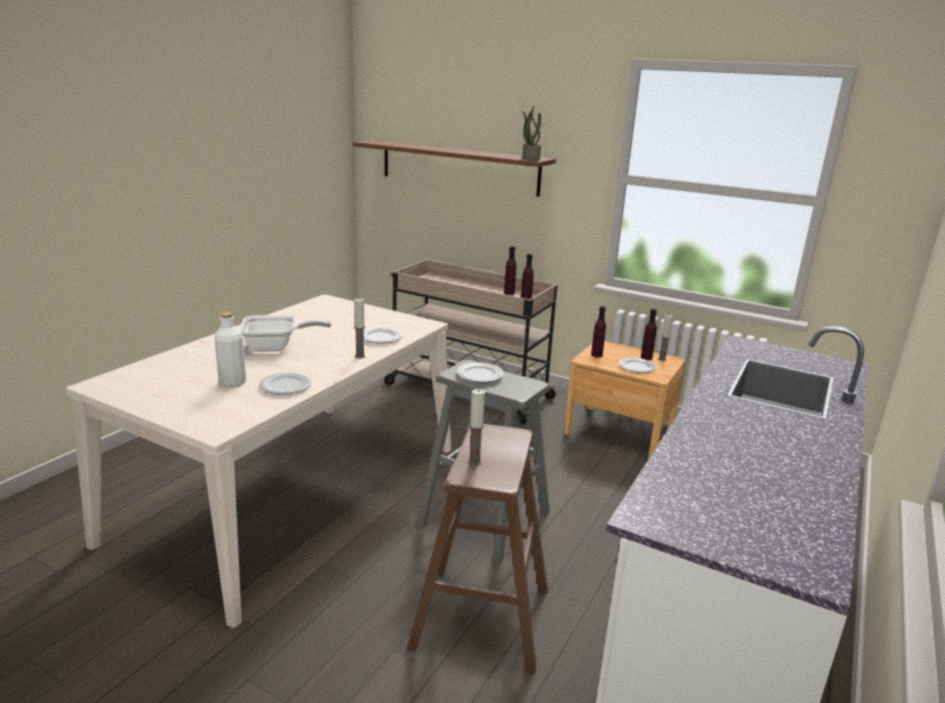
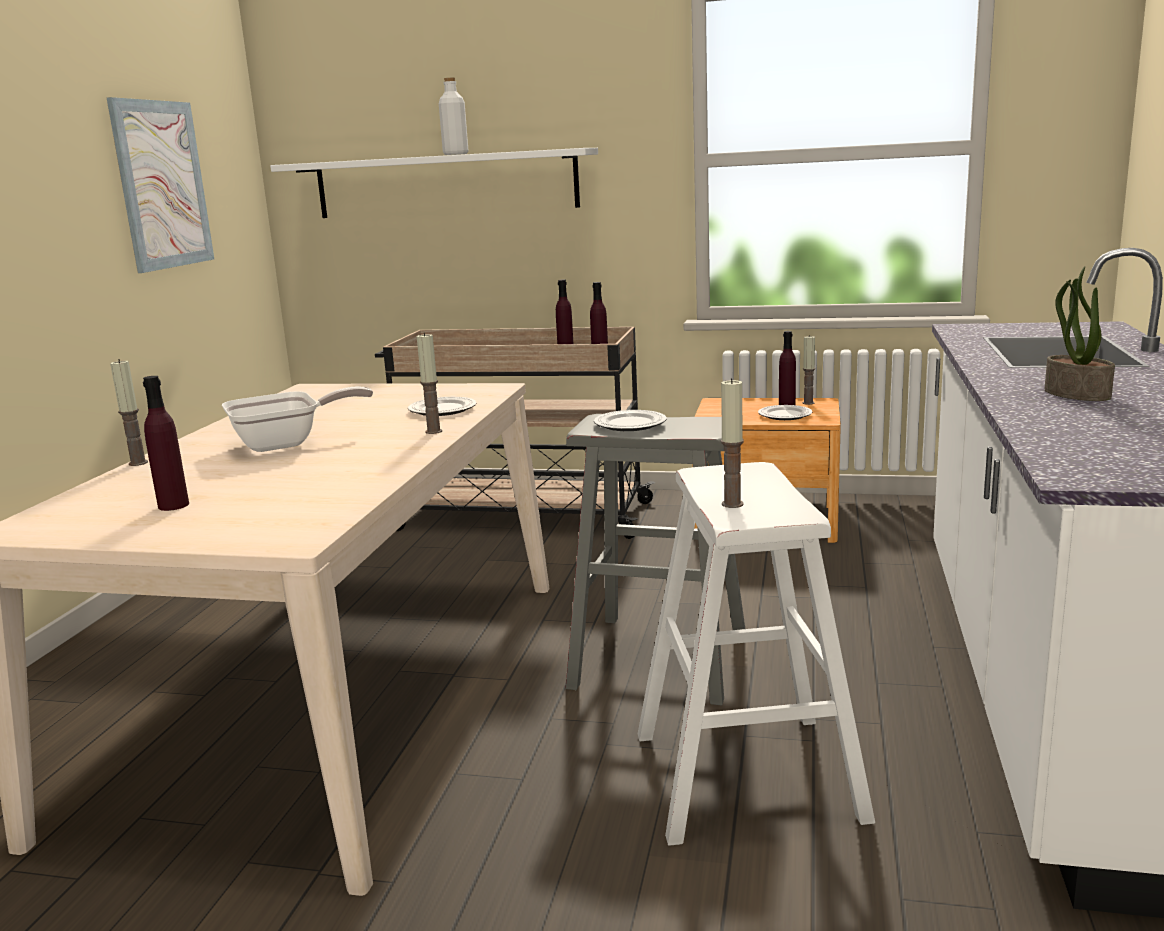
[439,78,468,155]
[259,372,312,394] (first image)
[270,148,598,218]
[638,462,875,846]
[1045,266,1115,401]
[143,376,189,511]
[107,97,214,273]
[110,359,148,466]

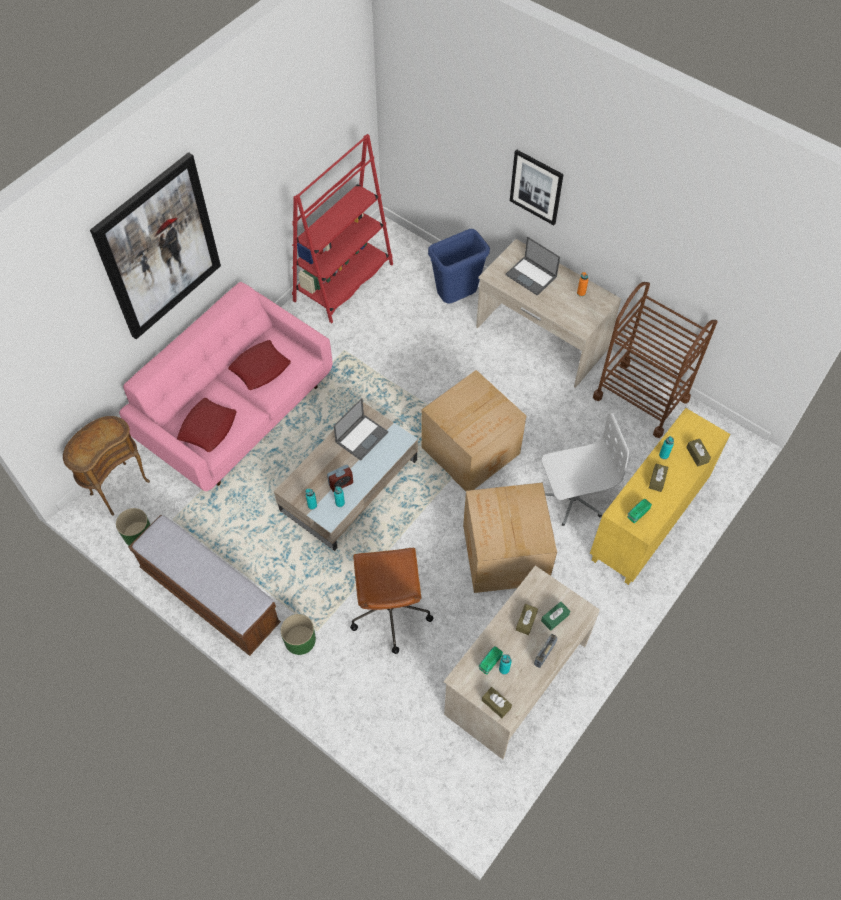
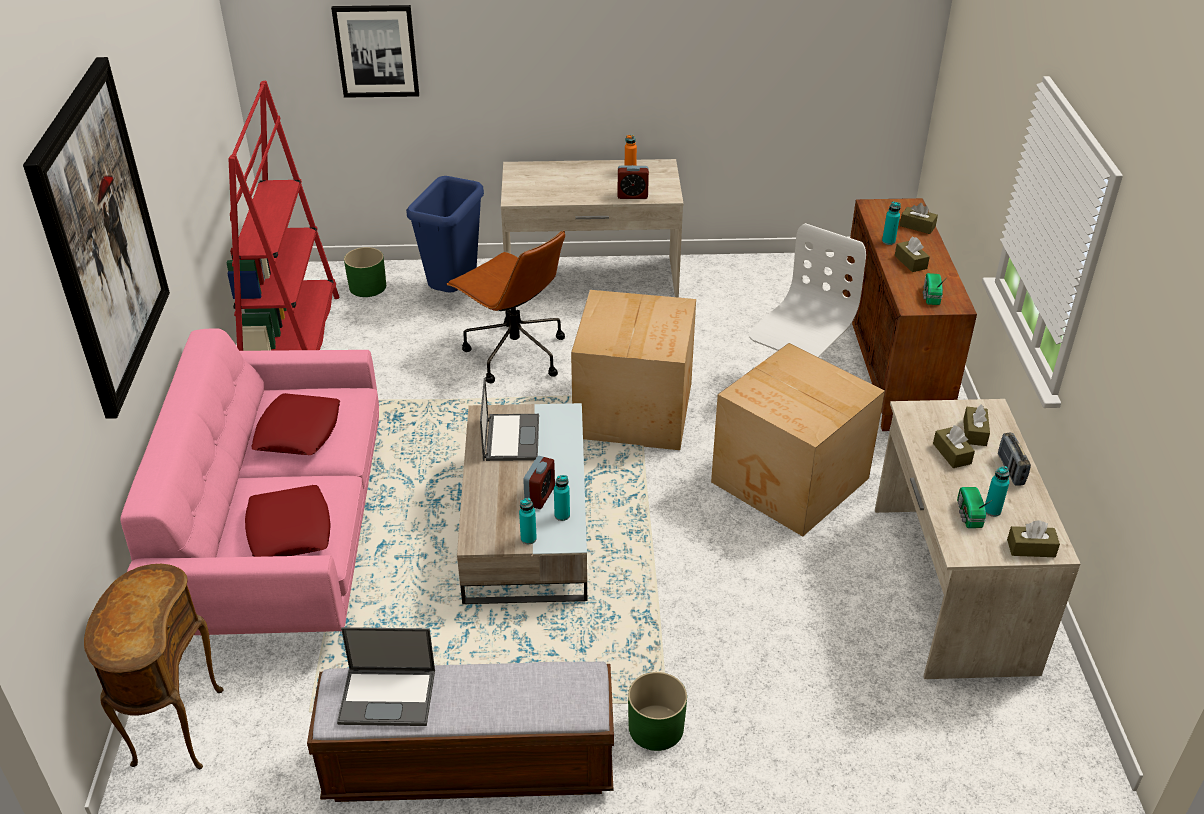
[344,247,386,297]
[447,230,565,384]
[337,627,435,726]
[331,5,419,98]
[963,405,990,446]
[843,198,977,431]
[593,282,718,438] (first image)
[618,165,649,199]

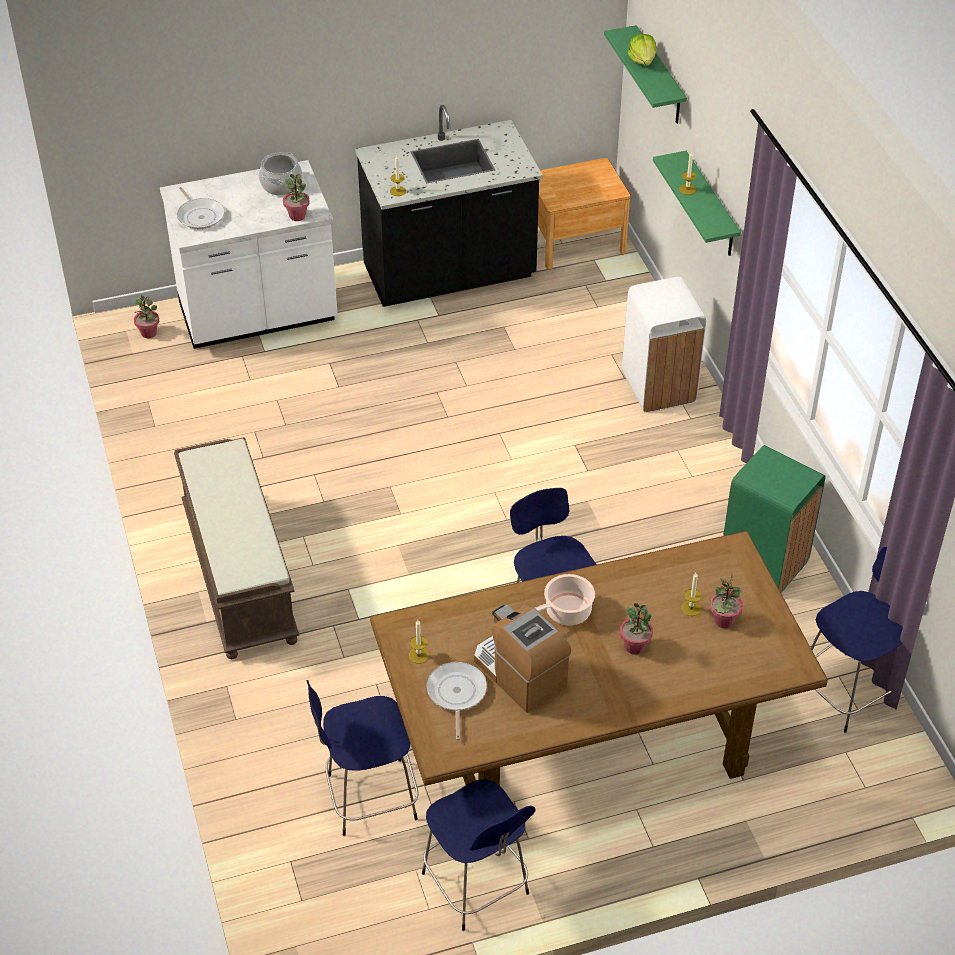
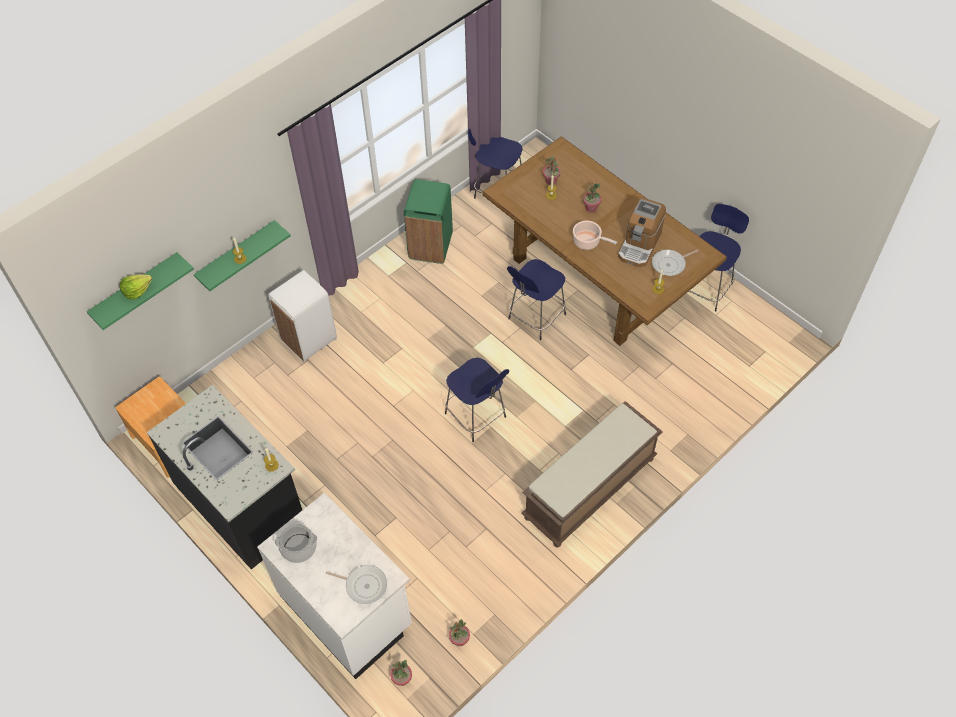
[326,565,387,604]
[449,619,470,646]
[445,358,509,442]

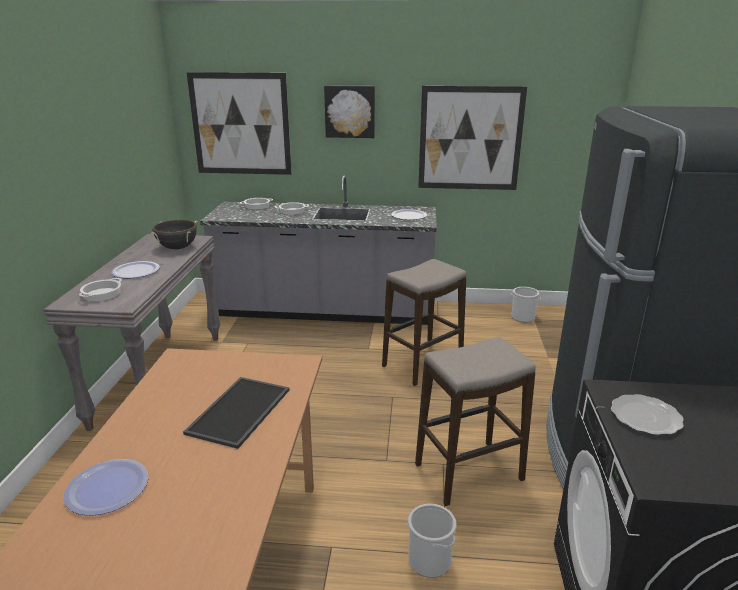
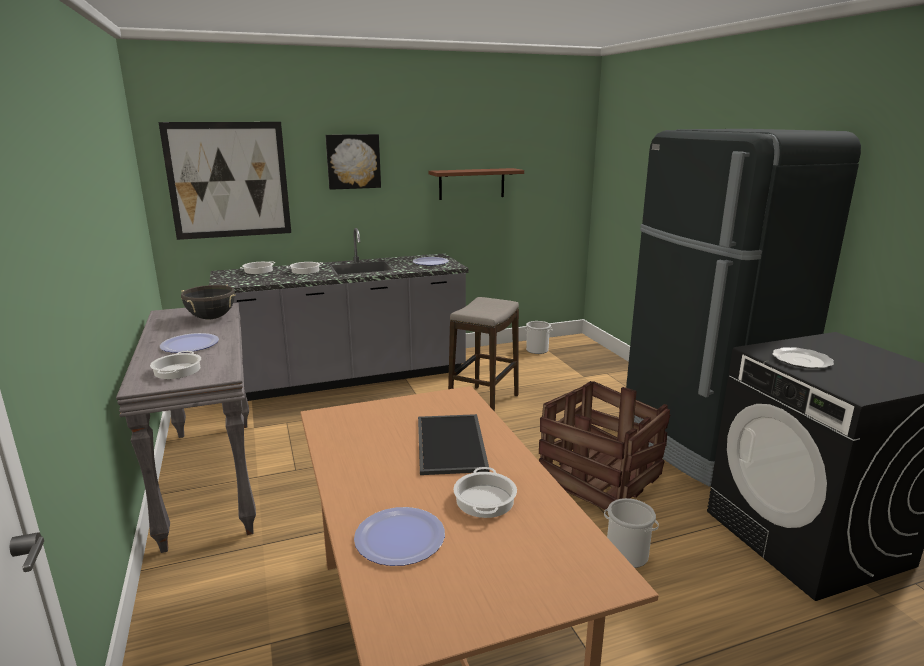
[539,381,670,510]
[429,168,524,200]
[453,467,517,518]

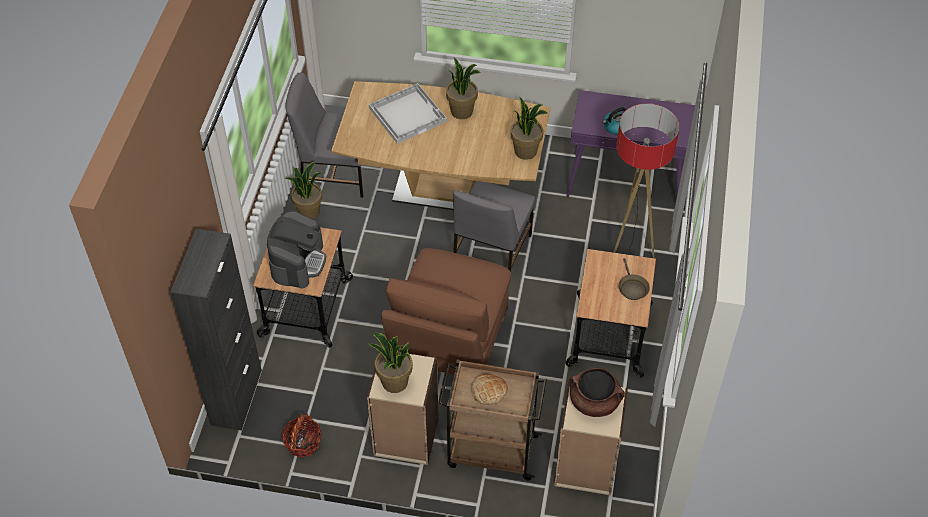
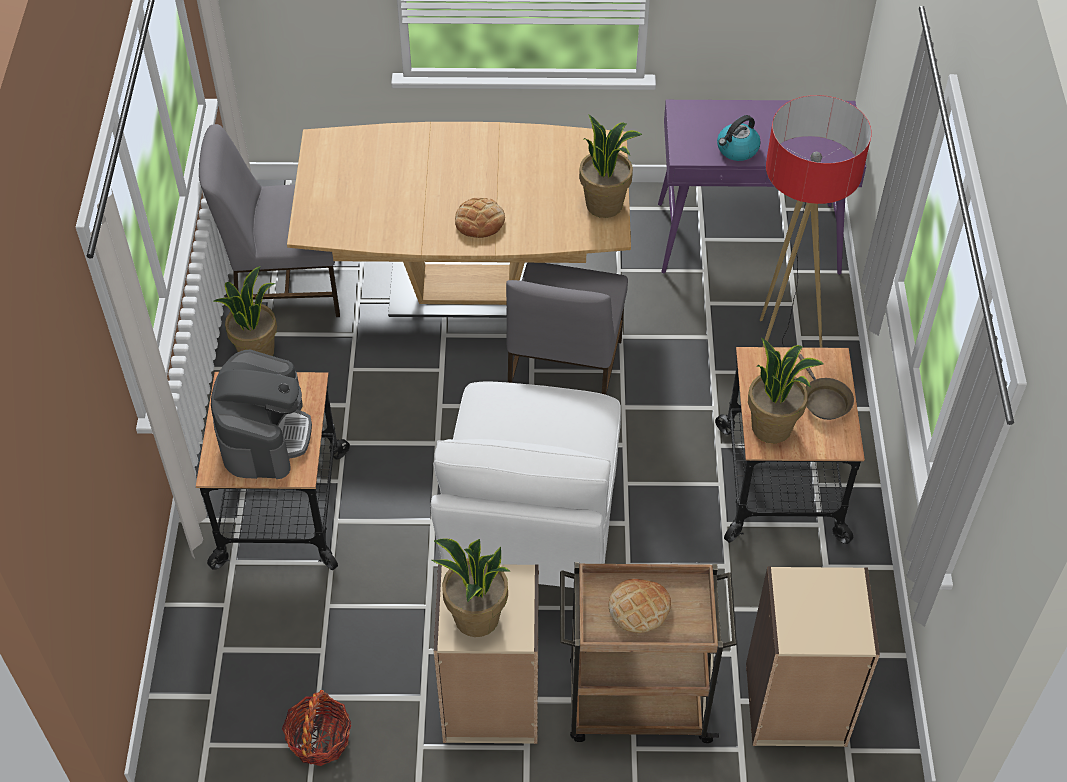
[170,229,262,430] (first image)
[369,83,447,144] (first image)
[430,382,621,588]
[748,338,824,443]
[570,368,625,417] (first image)
[455,198,505,238]

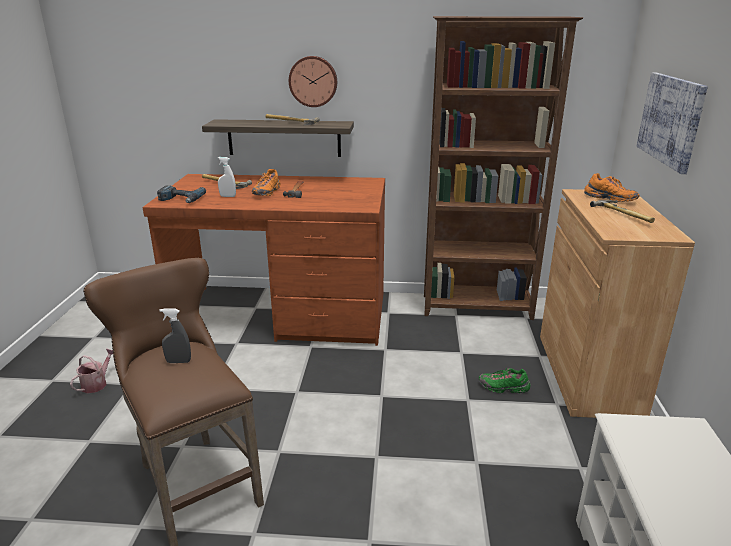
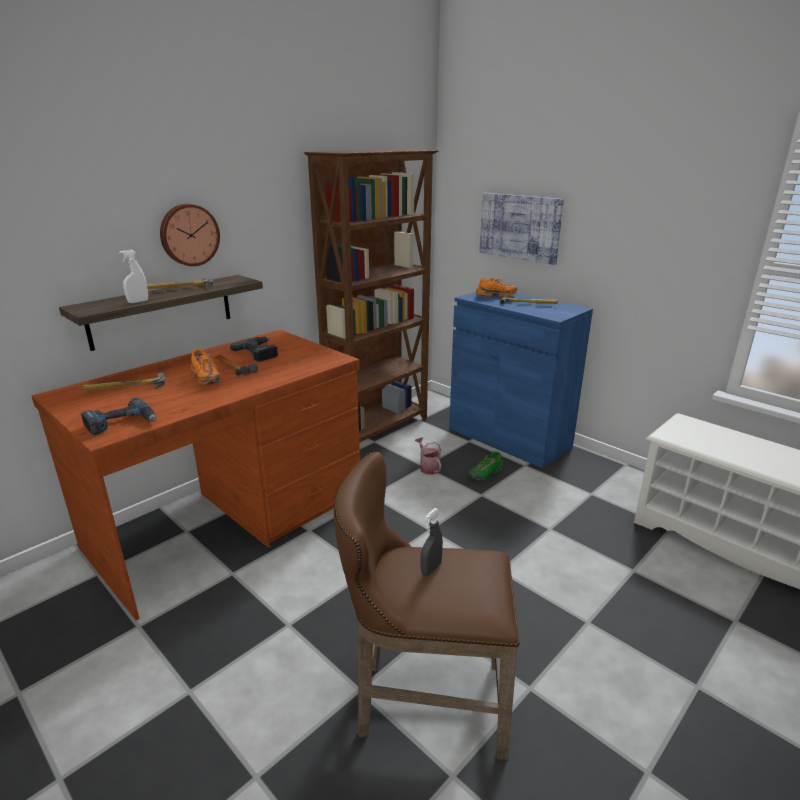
[415,437,441,475]
[119,250,148,303]
[449,292,593,468]
[230,337,278,362]

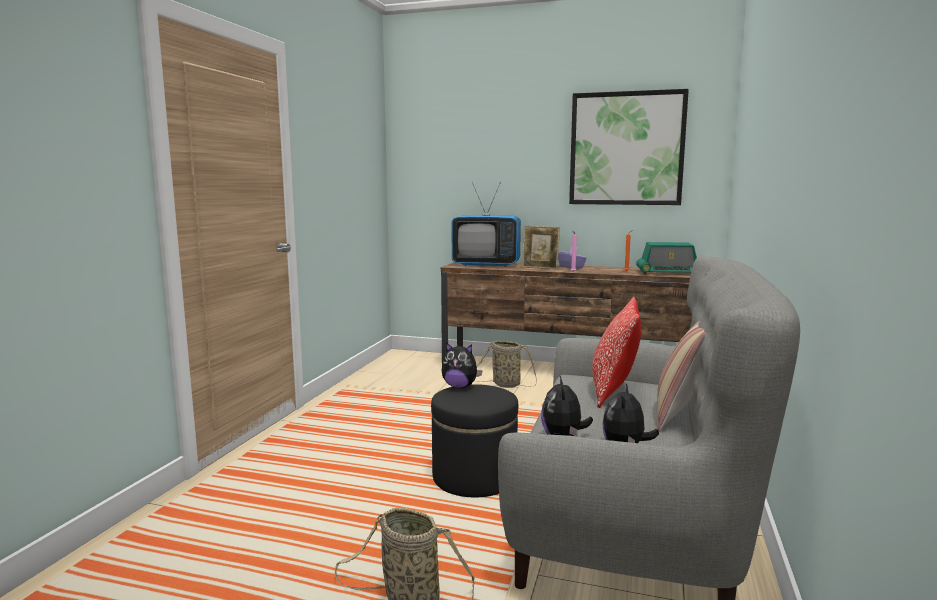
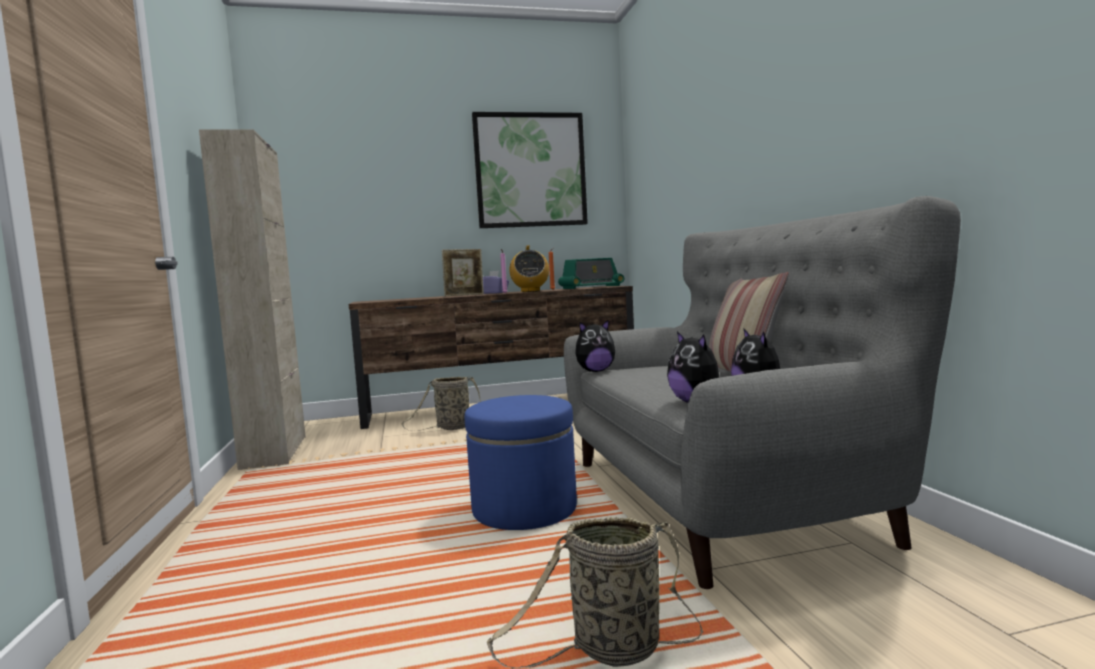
[465,395,577,530]
[575,319,615,372]
[452,182,521,267] (first image)
[592,297,641,408] (first image)
[199,129,306,470]
[509,245,549,292]

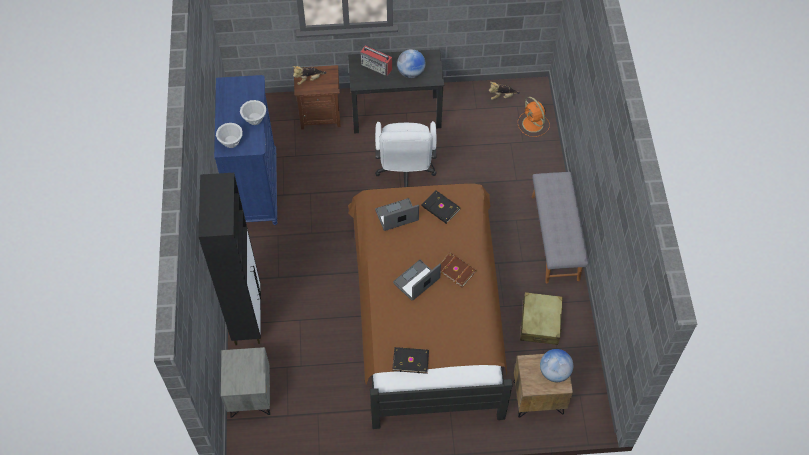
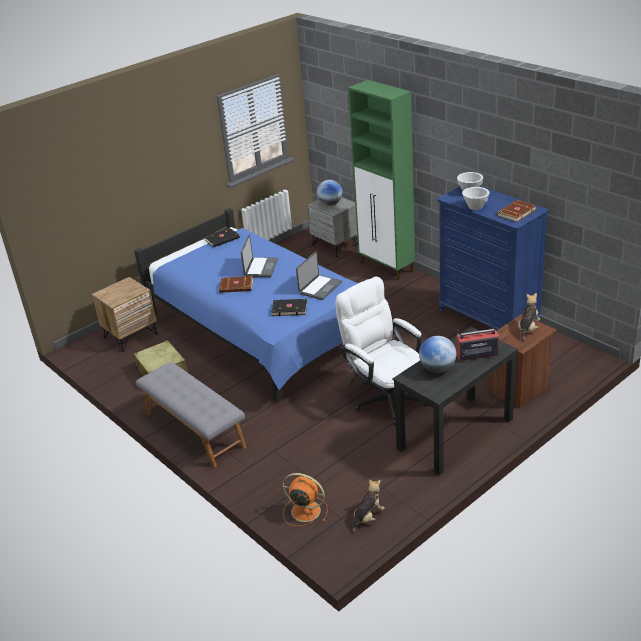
[348,80,415,280]
[134,208,358,401]
[317,180,342,206]
[497,200,537,222]

